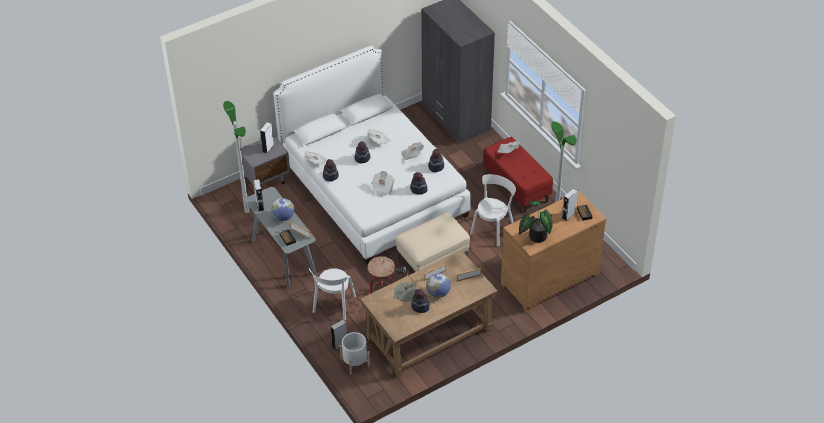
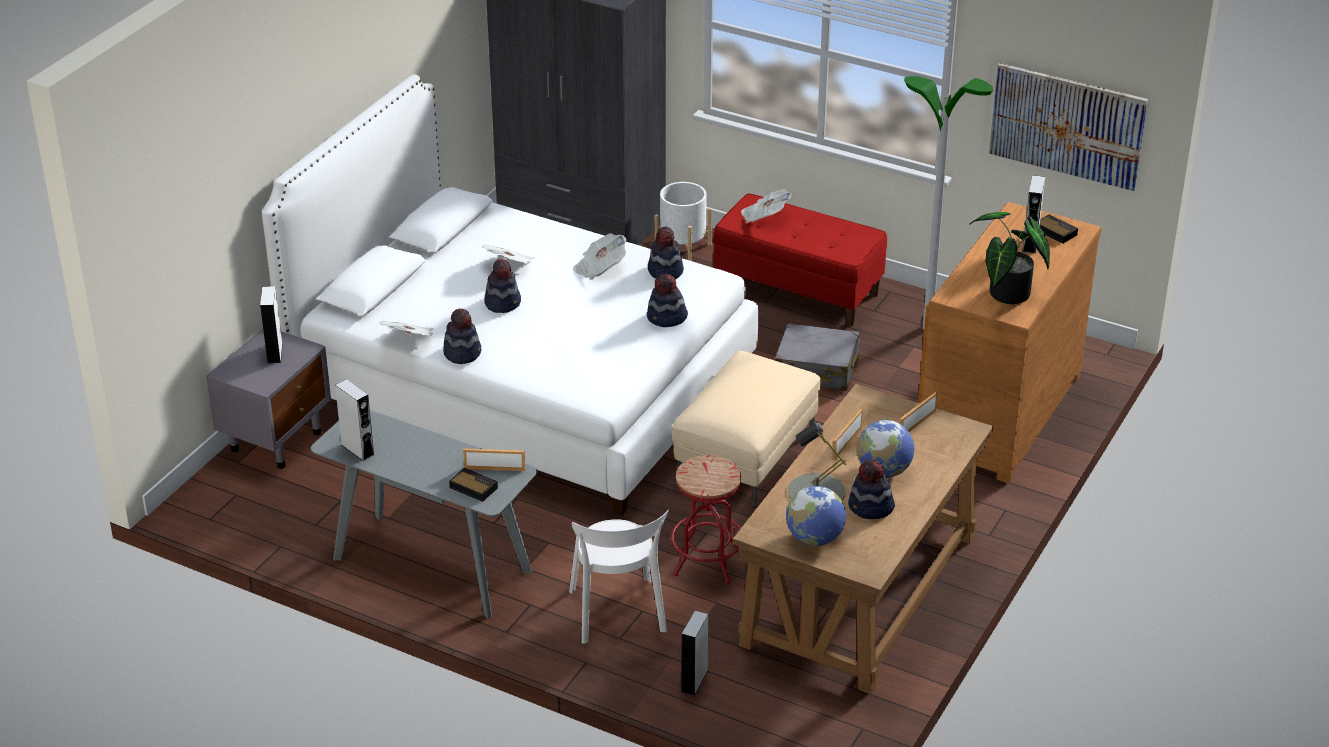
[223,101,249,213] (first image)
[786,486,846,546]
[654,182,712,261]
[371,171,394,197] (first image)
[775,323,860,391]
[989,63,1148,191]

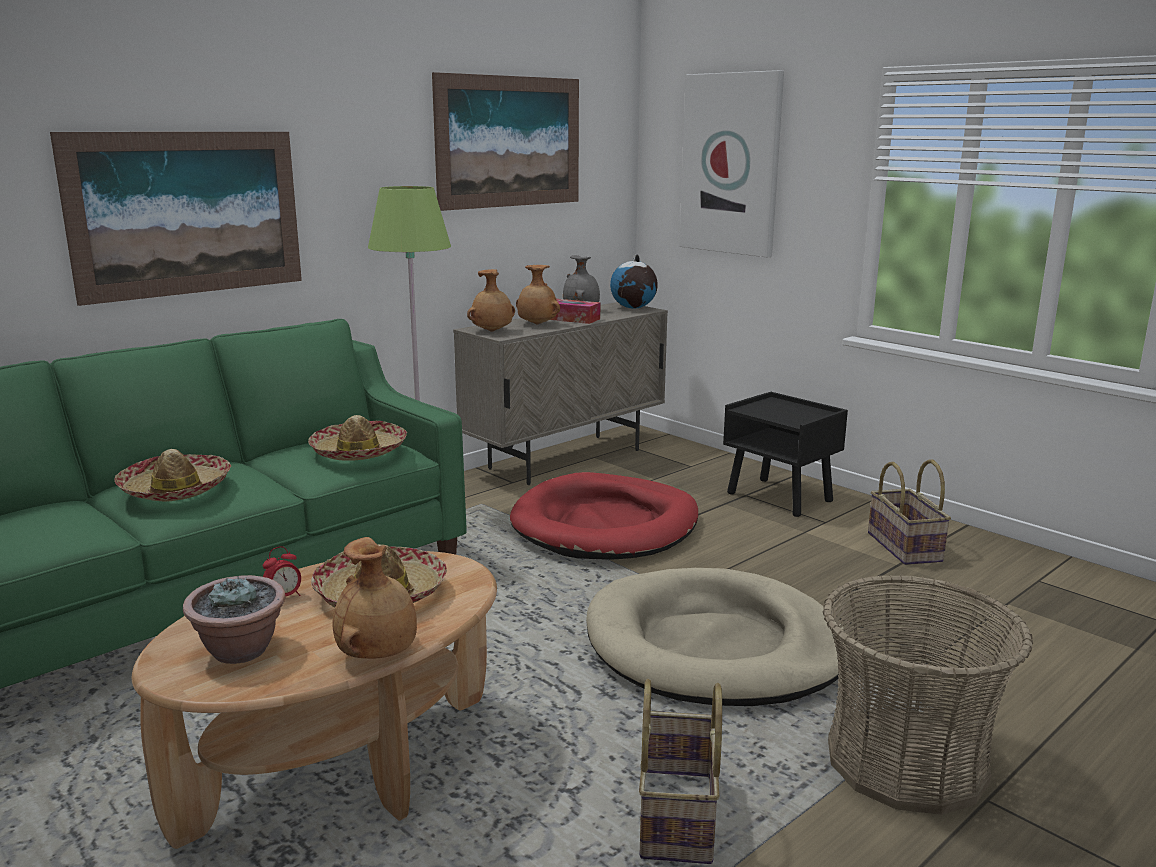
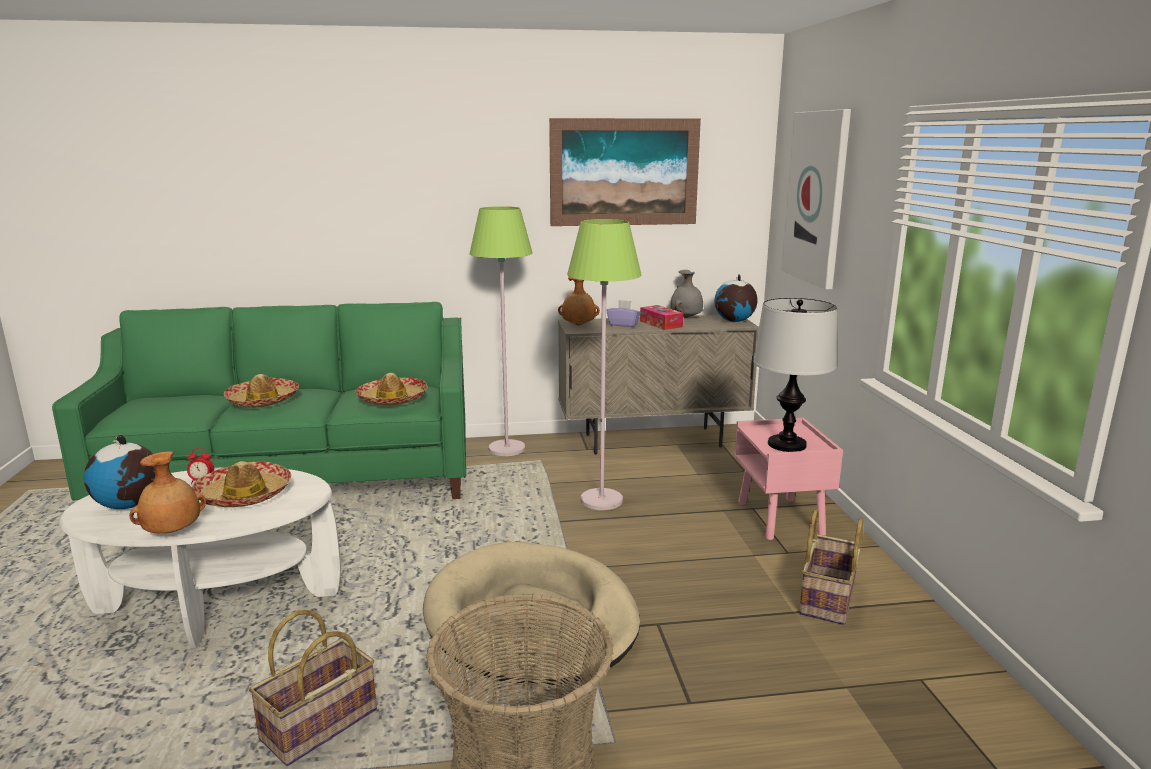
[50,132,302,306] (first image)
[59,467,341,648]
[84,435,155,509]
[567,219,641,510]
[607,300,641,327]
[734,418,843,540]
[753,298,837,452]

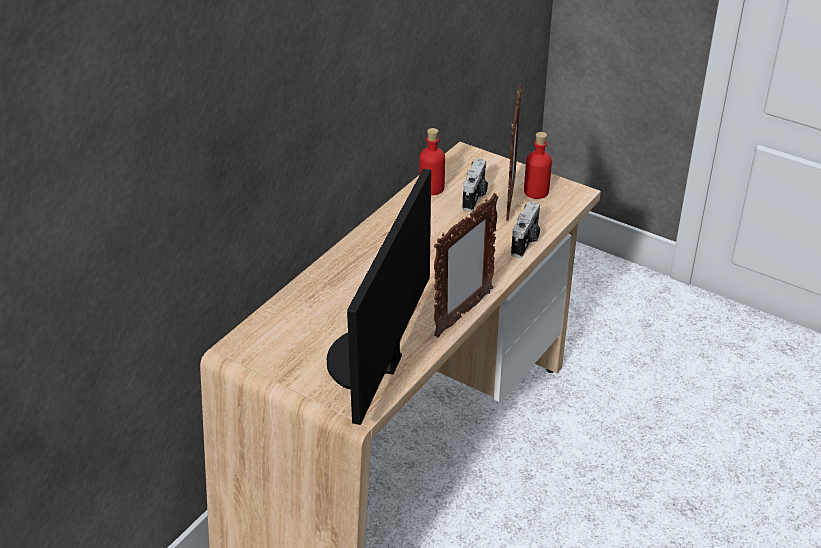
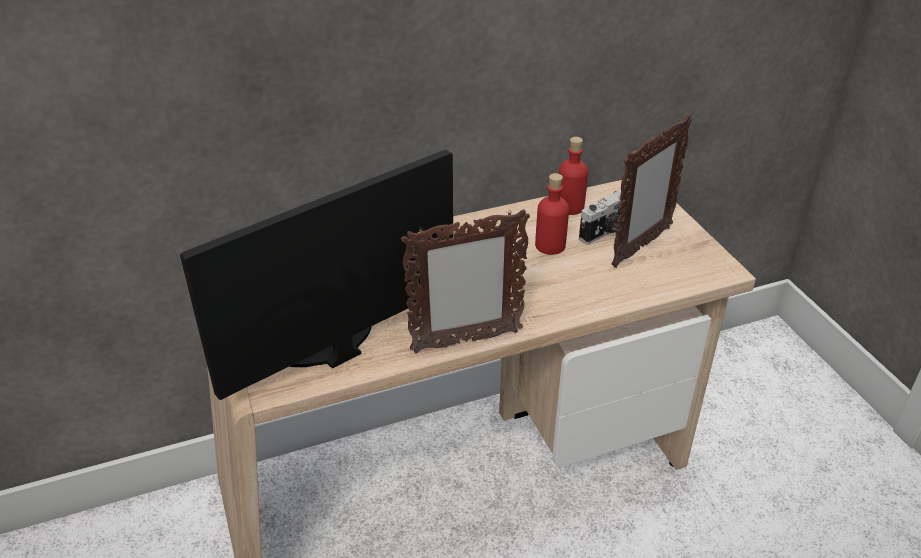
[511,201,540,258] (first image)
[535,173,569,255]

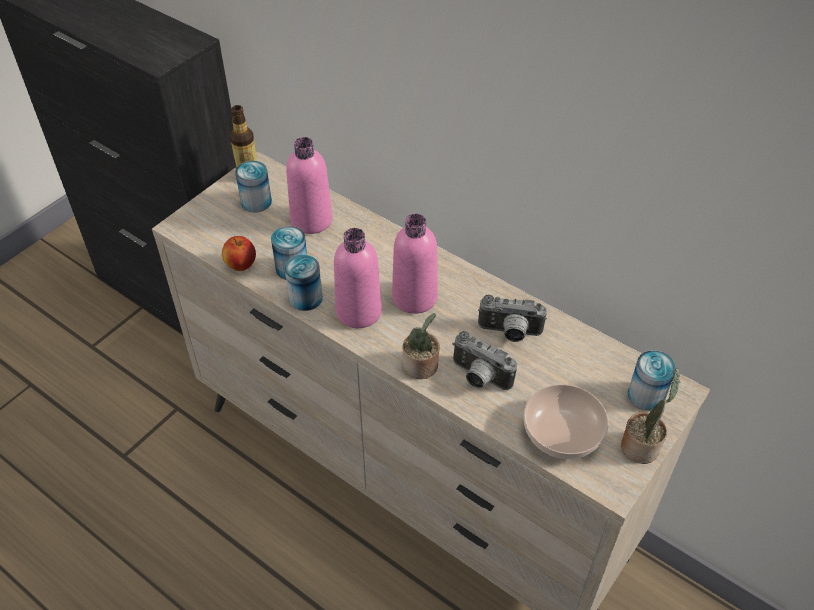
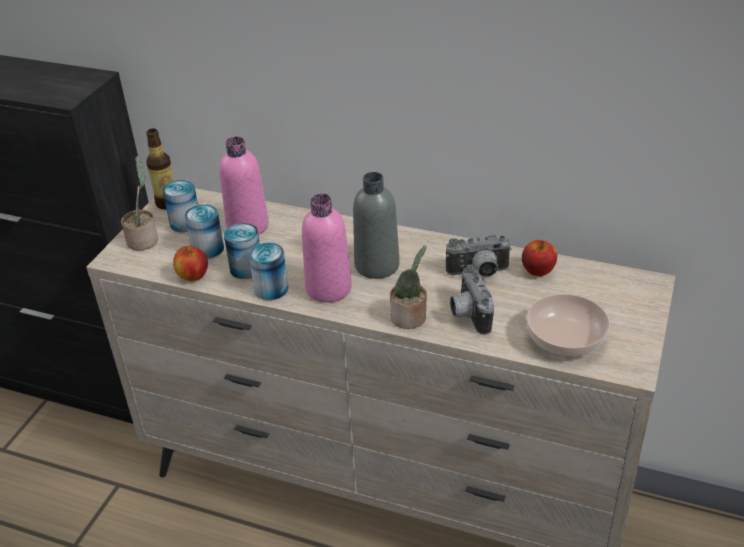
[353,172,400,279]
[450,264,494,335]
[121,156,158,250]
[185,205,224,259]
[522,240,557,276]

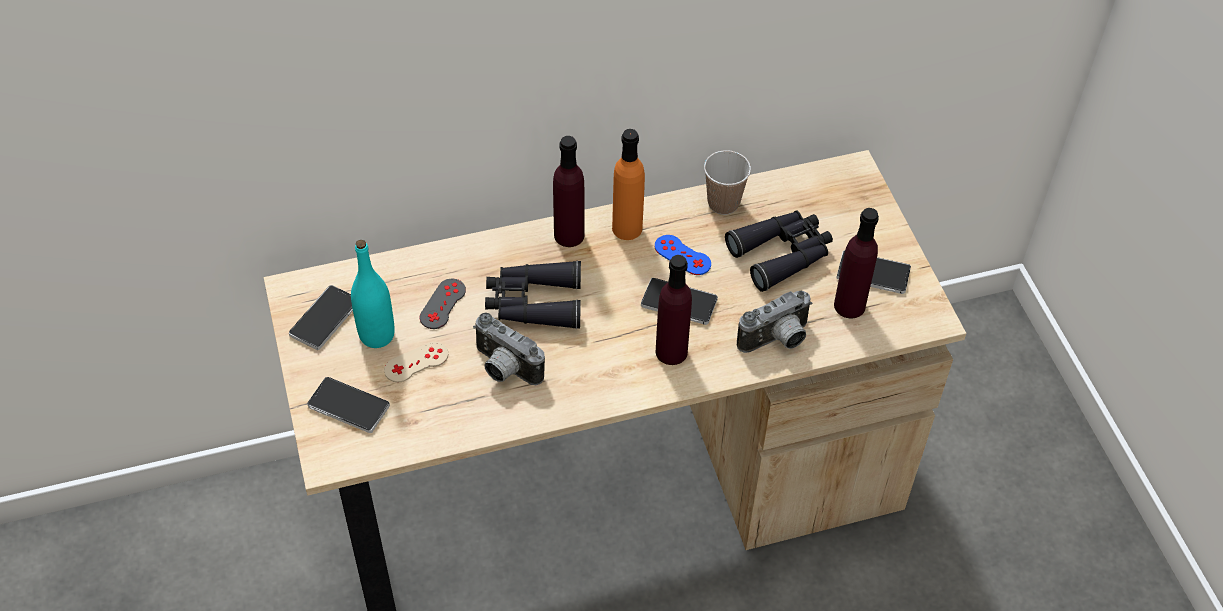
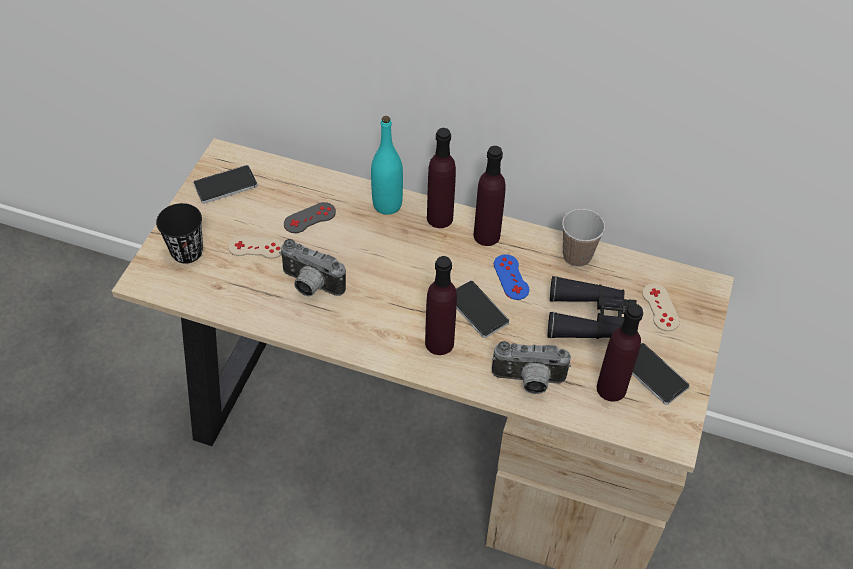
[156,203,203,264]
[371,116,403,215]
[279,239,346,296]
[485,260,581,329] (first image)
[473,146,506,246]
[642,284,680,331]

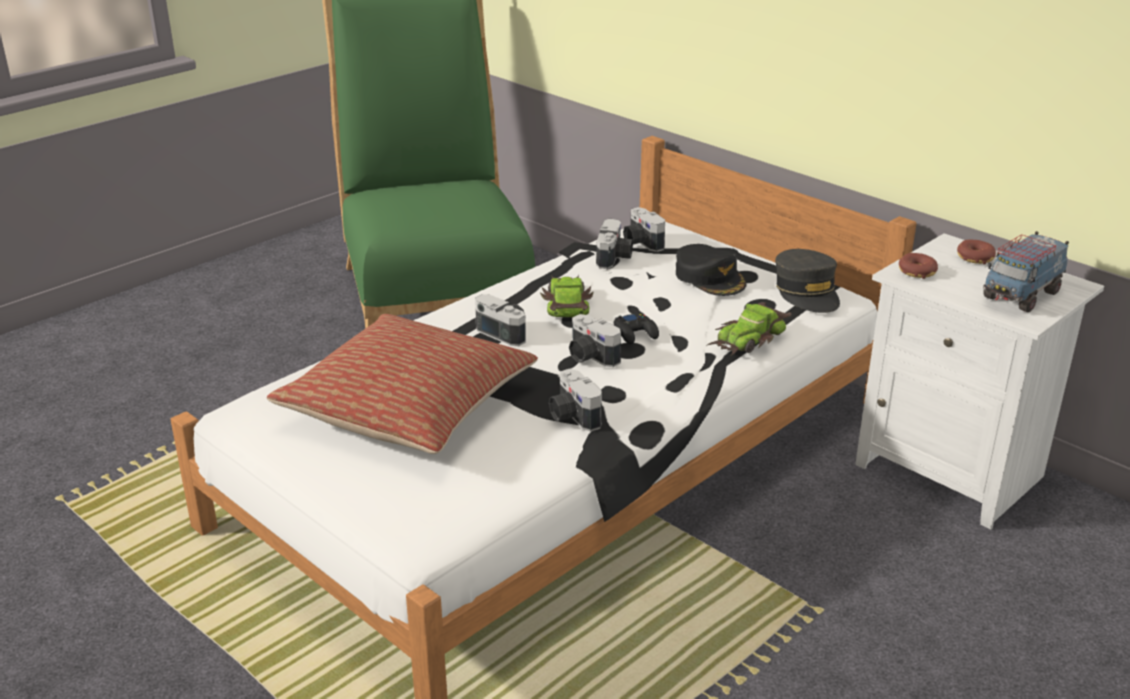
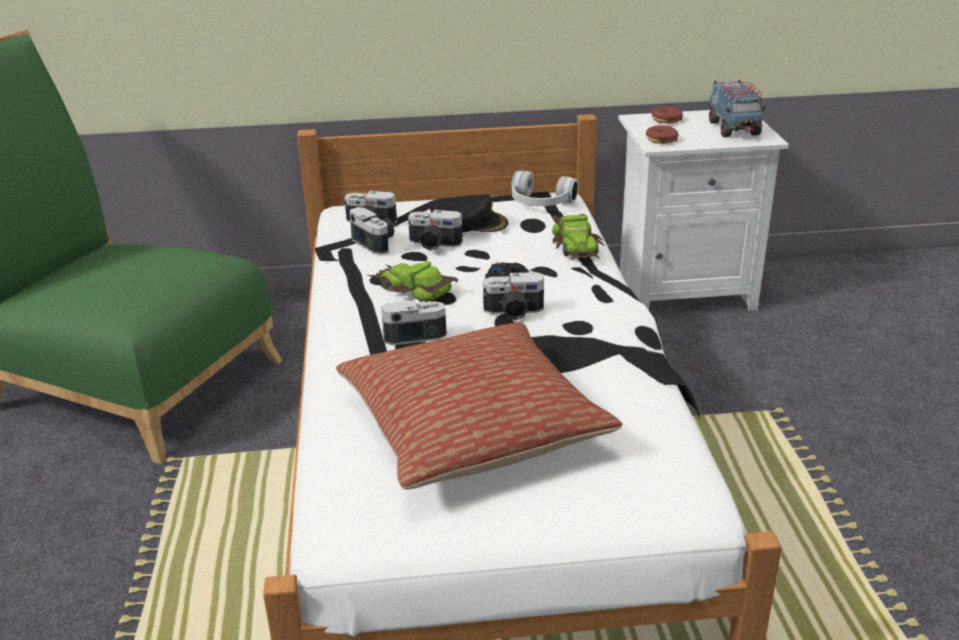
[408,210,463,251]
[511,171,578,206]

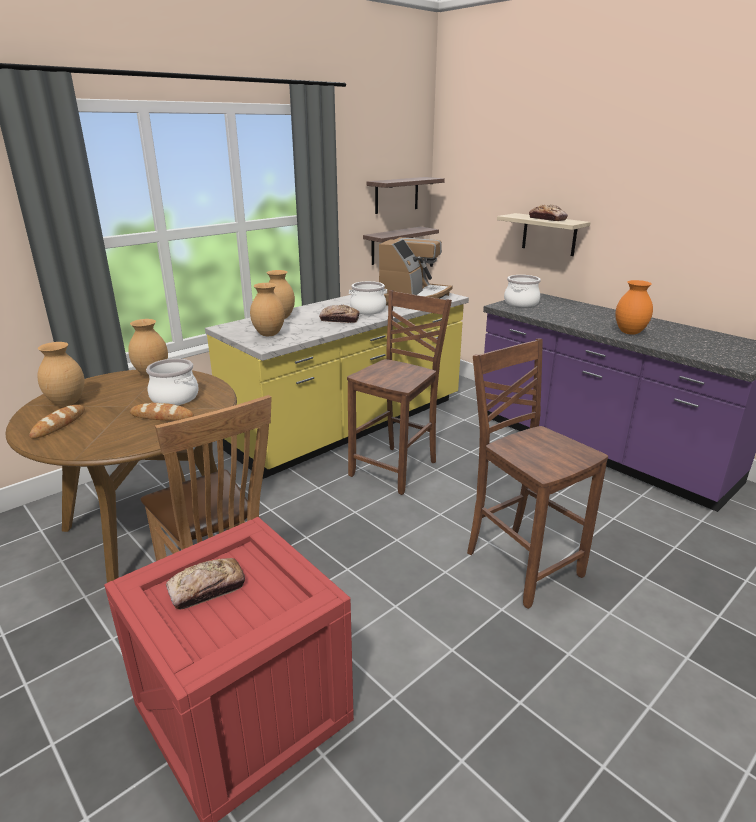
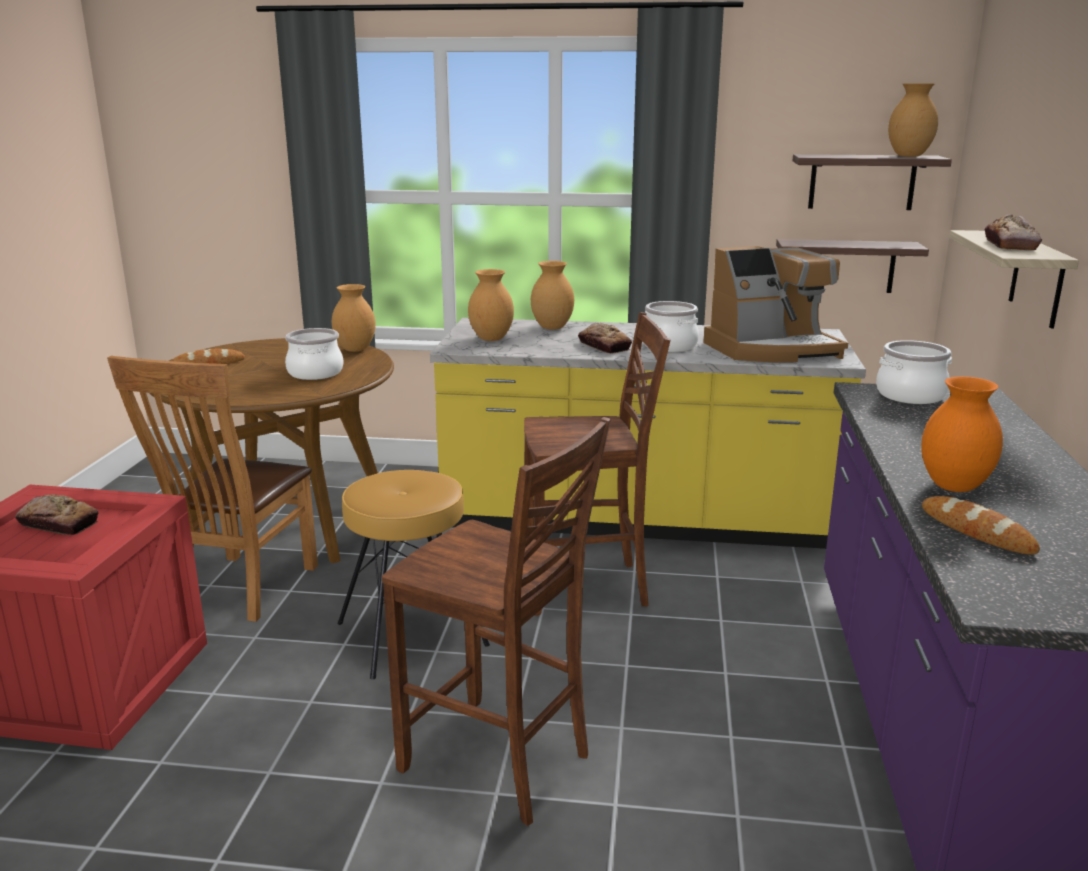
[888,83,938,157]
[922,496,1040,555]
[382,417,611,826]
[338,470,490,679]

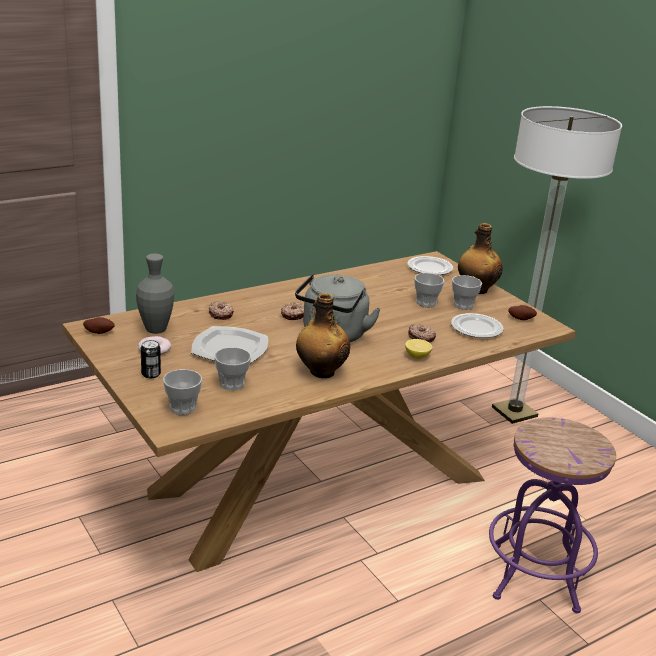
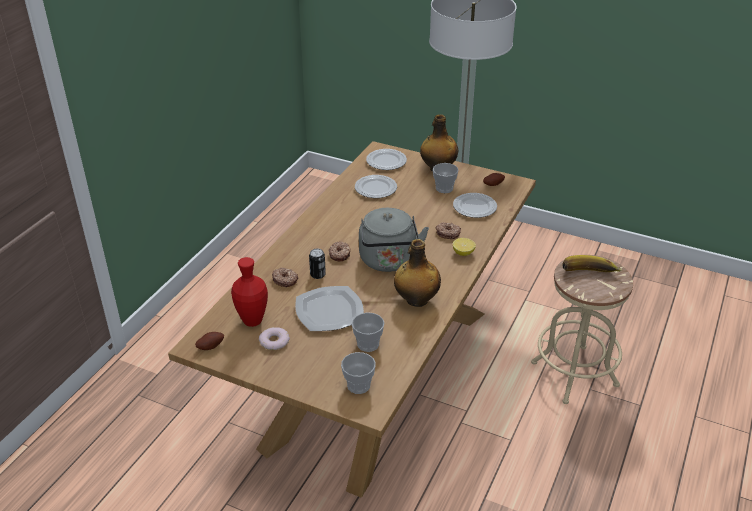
[231,257,268,327]
[309,249,326,279]
[414,273,444,307] (first image)
[531,255,633,404]
[355,175,397,198]
[562,255,622,272]

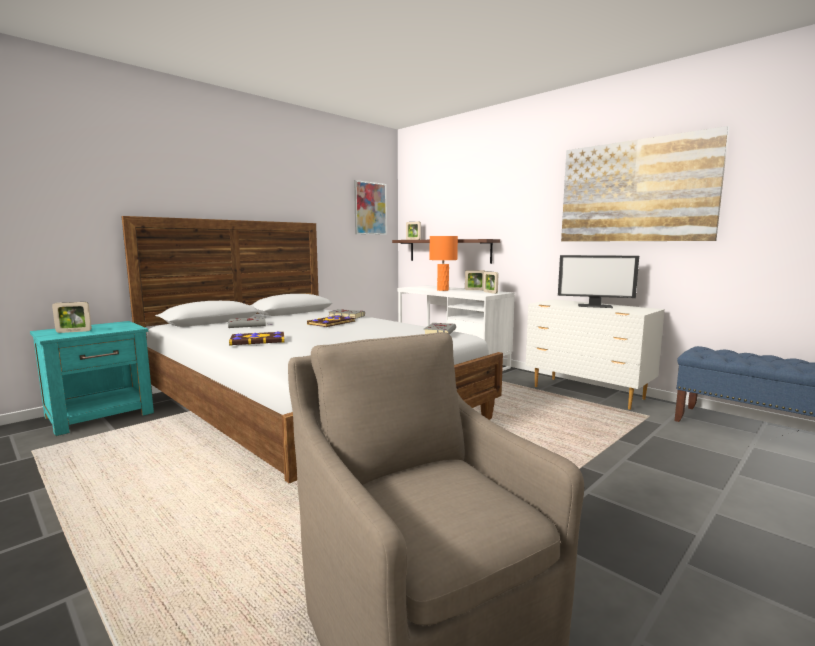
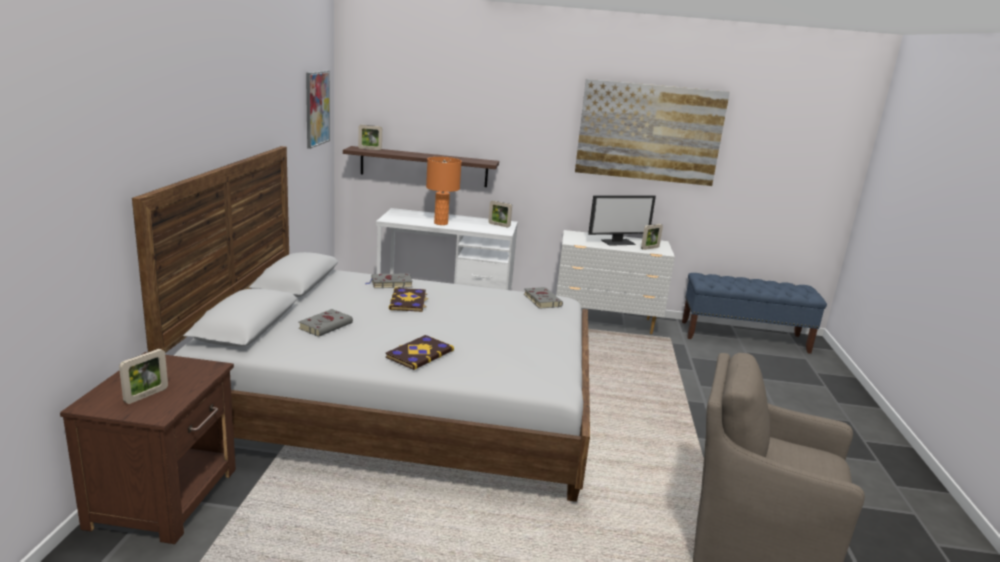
[60,352,236,544]
[641,224,663,250]

